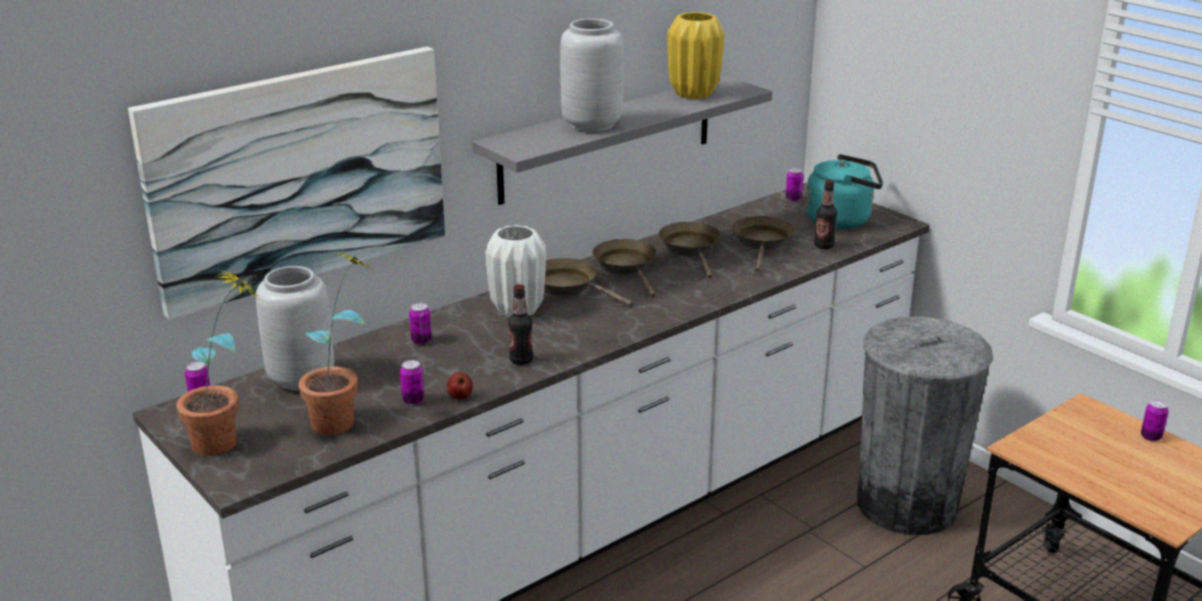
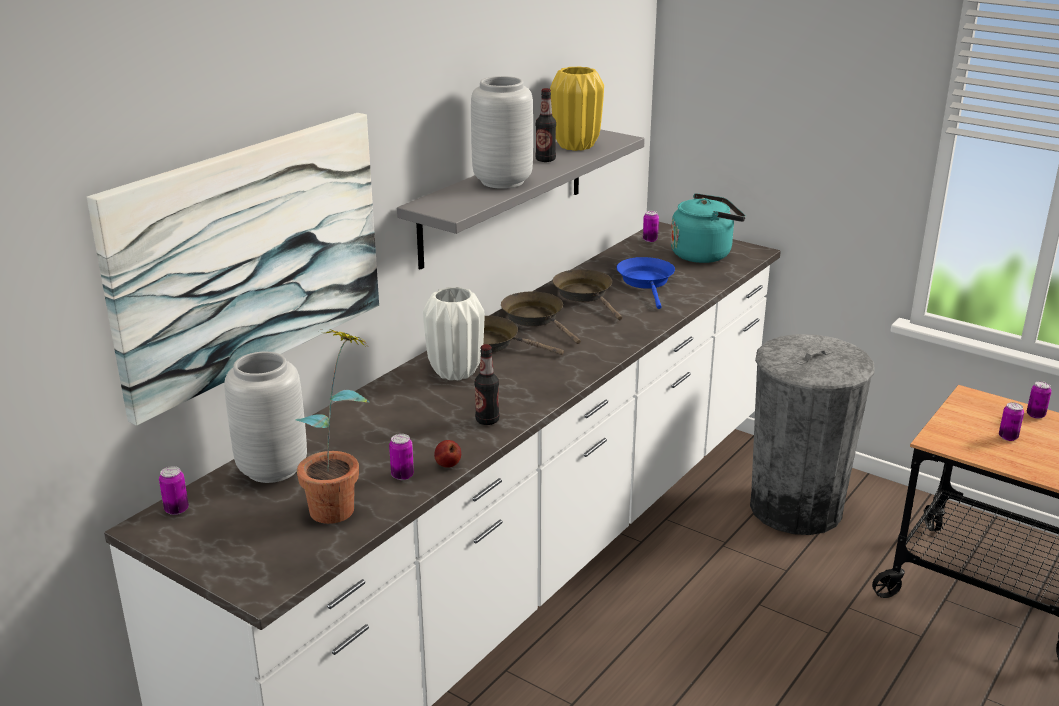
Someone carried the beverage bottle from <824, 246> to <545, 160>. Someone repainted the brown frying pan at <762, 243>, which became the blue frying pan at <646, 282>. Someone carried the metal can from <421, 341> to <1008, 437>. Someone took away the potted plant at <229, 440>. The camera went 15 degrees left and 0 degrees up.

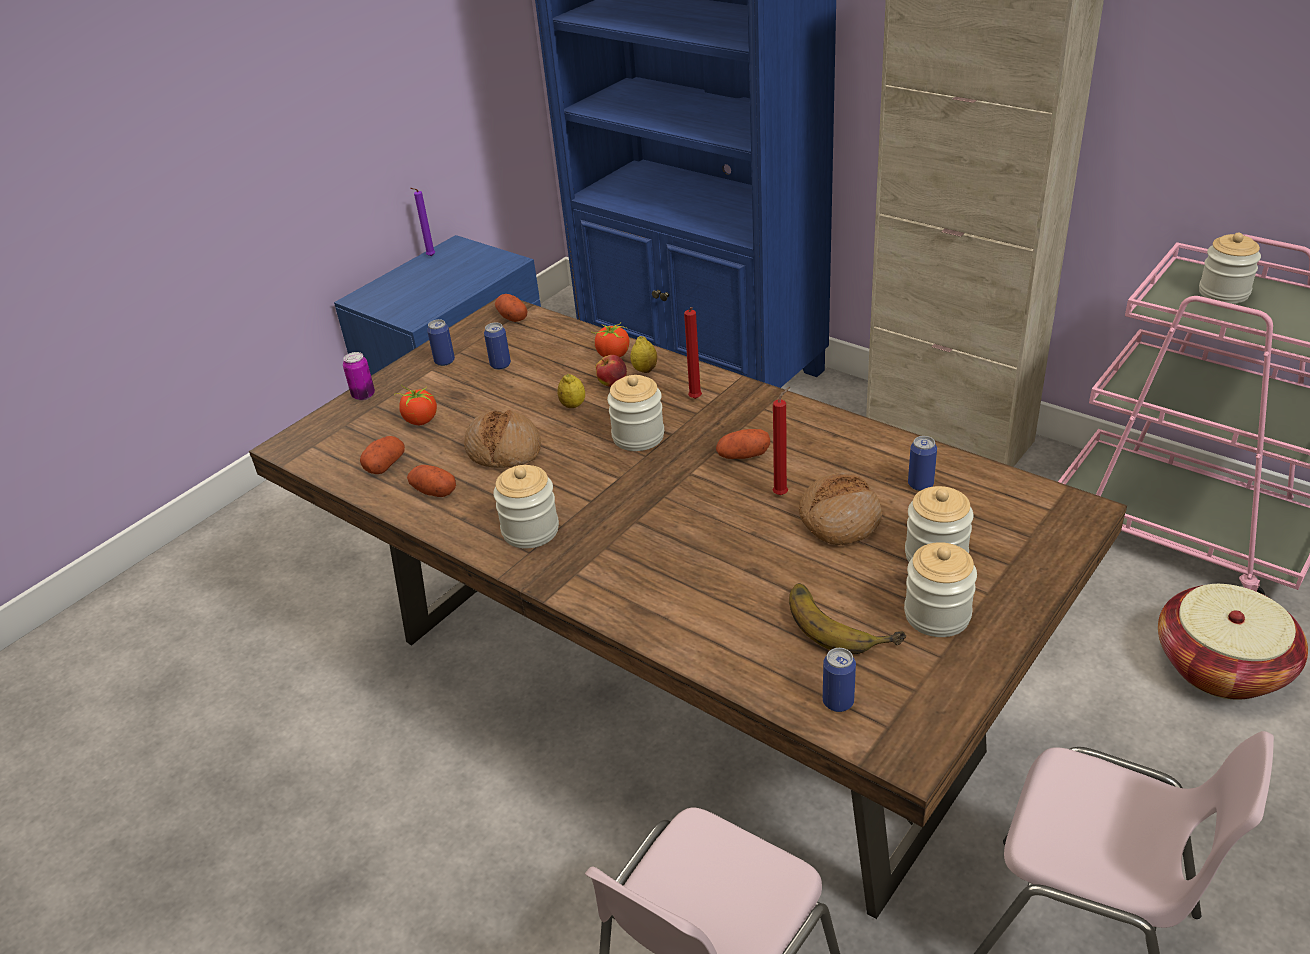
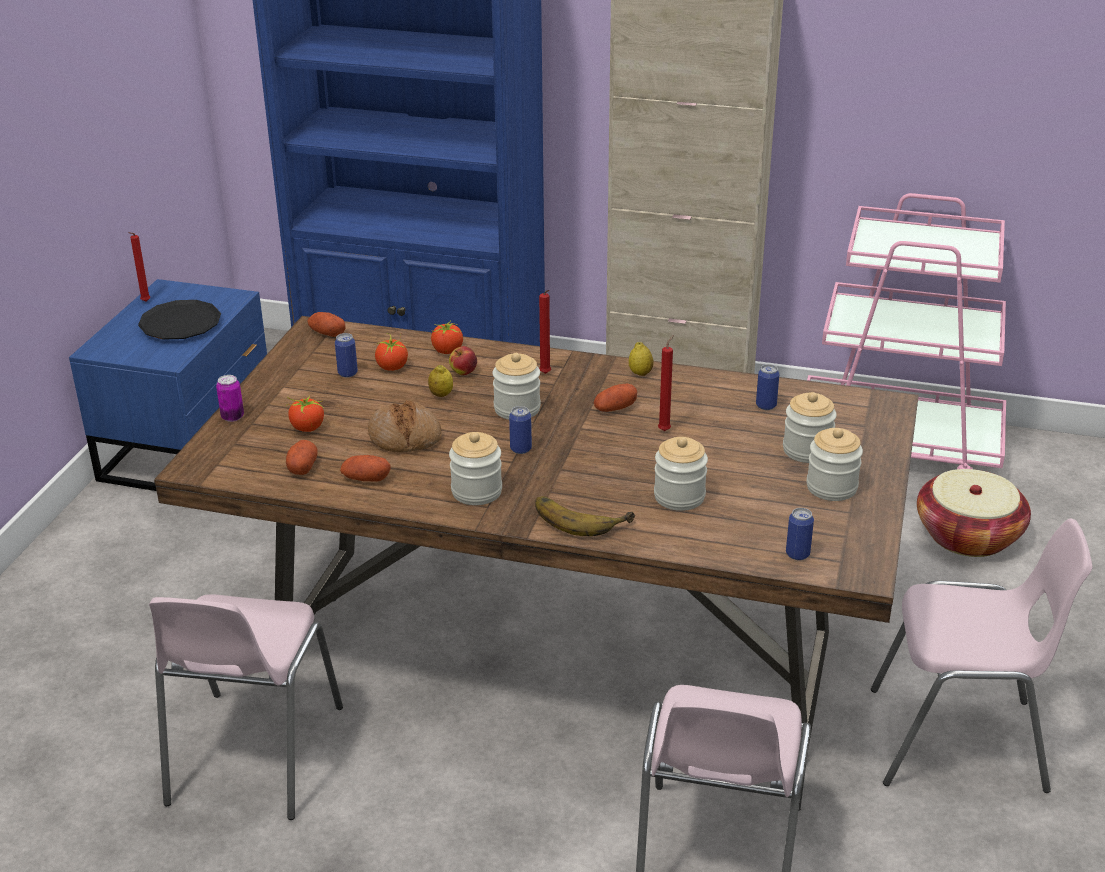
Someone repainted the purplish candle at <430, 257>, which became the reddish candle at <145, 302>. Someone put down the black flat dish at <181, 325>. Someone put down the pinkish chair at <252, 756>. Someone put down the tomato at <392, 367>. Someone carried the metal can from <444, 361> to <521, 449>. Someone carried the banana fruit from <841, 620> to <581, 516>. Someone carried the whole lemon from <645, 370> to <640, 373>. Someone carried the preserve jar from <1223, 293> to <679, 497>. Someone took away the bread at <839, 519>. The camera went 25 degrees left and 5 degrees down.

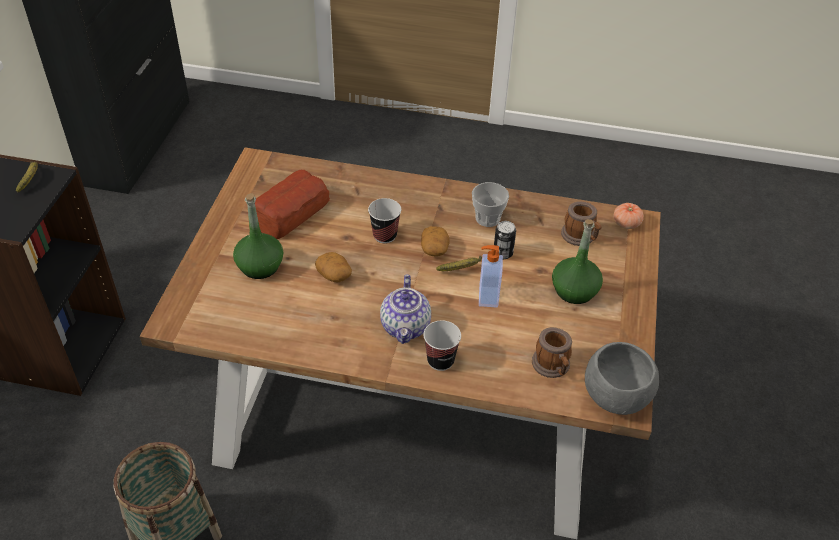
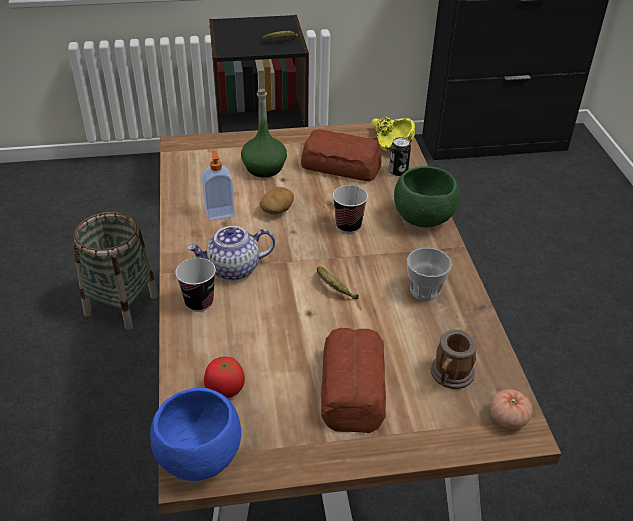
Someone repainted the greyish deep dish at <615, 397>, which became the blue deep dish at <199, 457>. Someone carried the soap dispenser from <487, 297> to <219, 212>. Someone swapped the mug at <552, 367> for the tomato at <225, 390>. Someone swapped the green-coloured beverage bottle at <574, 290> for the bread at <353, 387>. Someone put down the yellow deep dish at <388, 142>. Someone carried the metal can from <502, 253> to <398, 171>. Someone put down the green-coloured deep dish at <423, 219>. Someone took away the spud at <434, 249>. The camera went 70 degrees right and 5 degrees down.

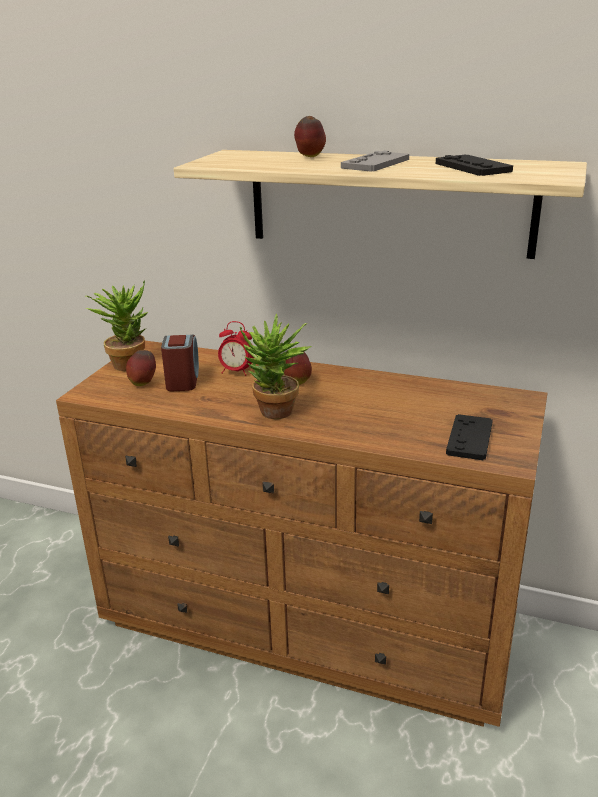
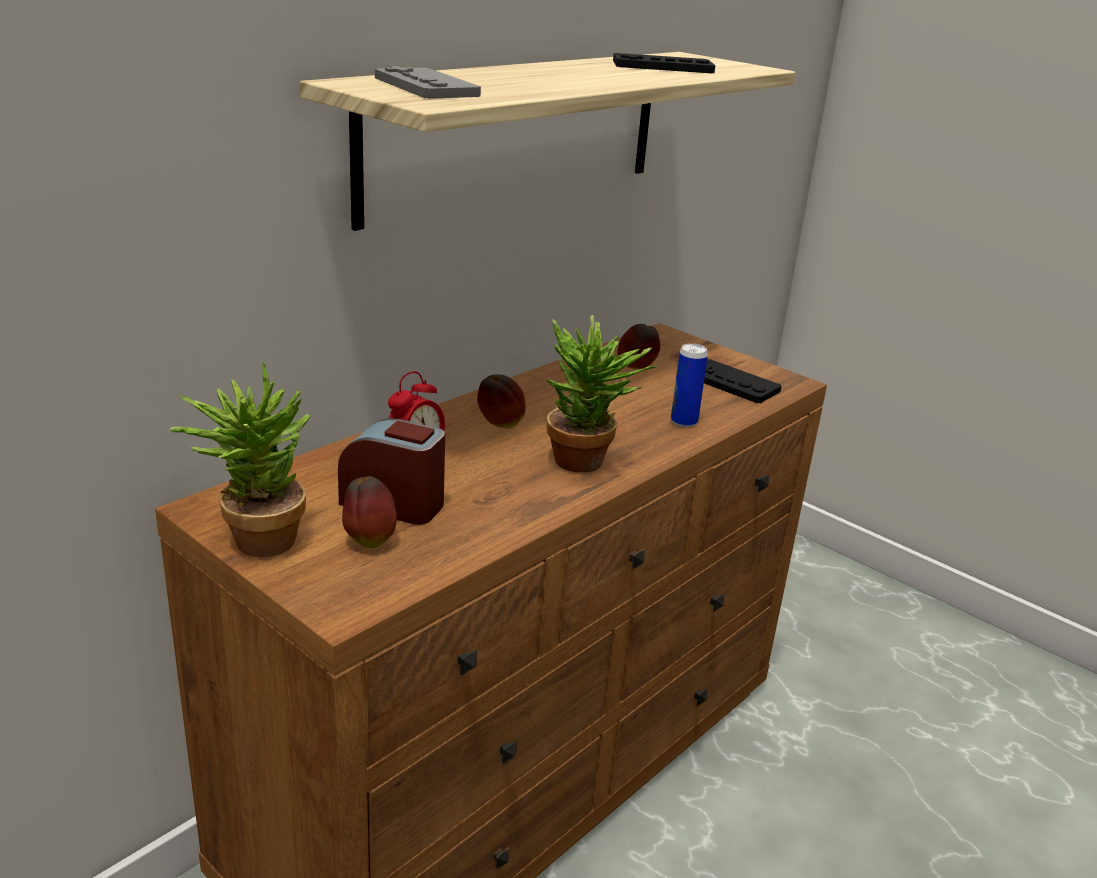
Someone carried the greyish gamepad from <375, 163> to <426, 87>. Someone carried the apple fruit from <310, 157> to <637, 369>. Someone put down the metal can at <684, 422>. The camera went 70 degrees left and 0 degrees up.

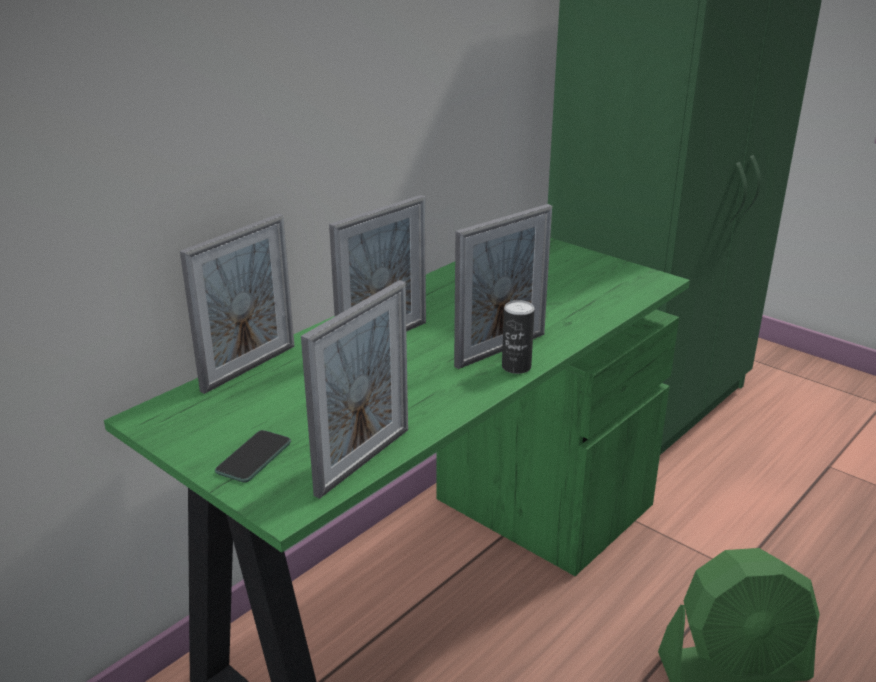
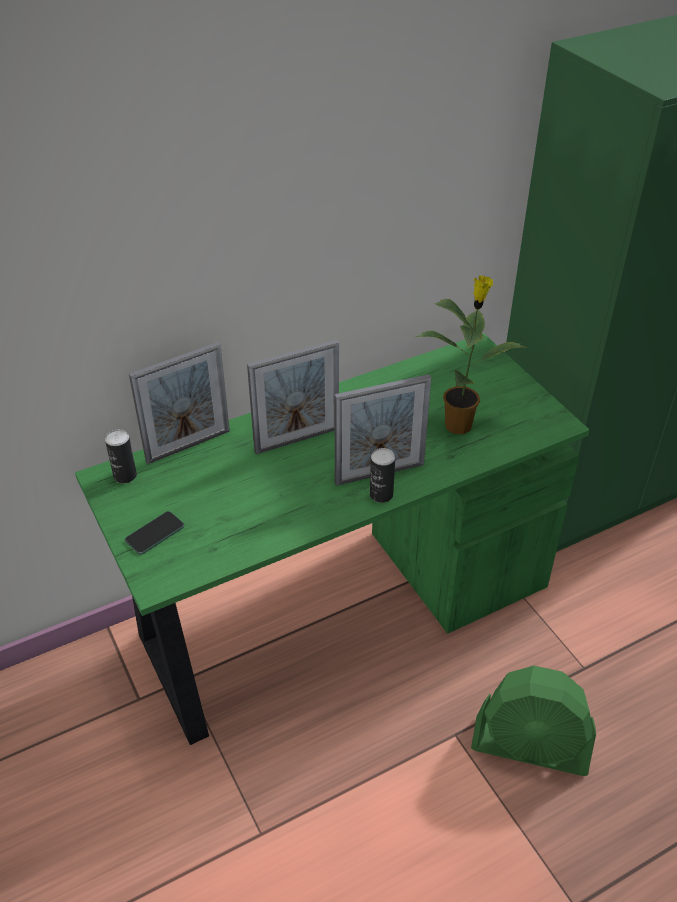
Someone put down the metal can at <125, 475>. Someone put down the potted plant at <459, 424>. Someone took away the standing frame at <363, 461>. The camera went 20 degrees right and 15 degrees up.

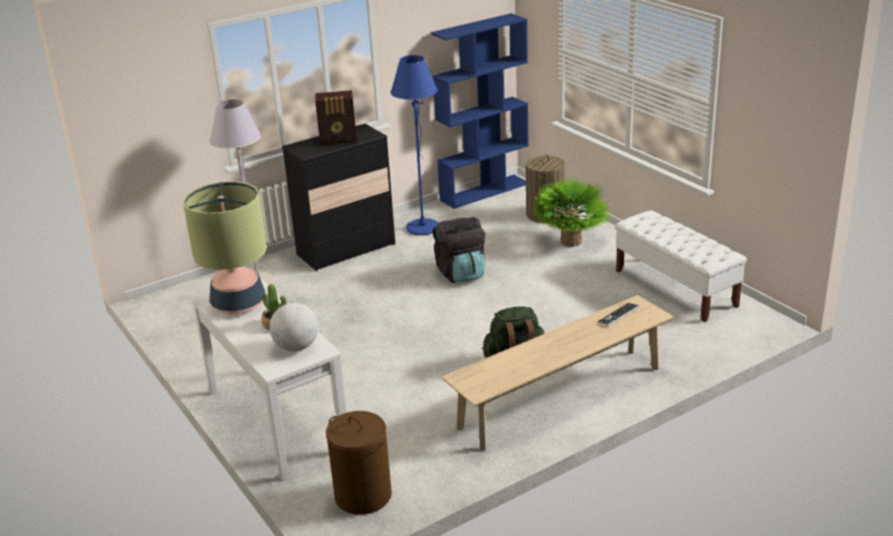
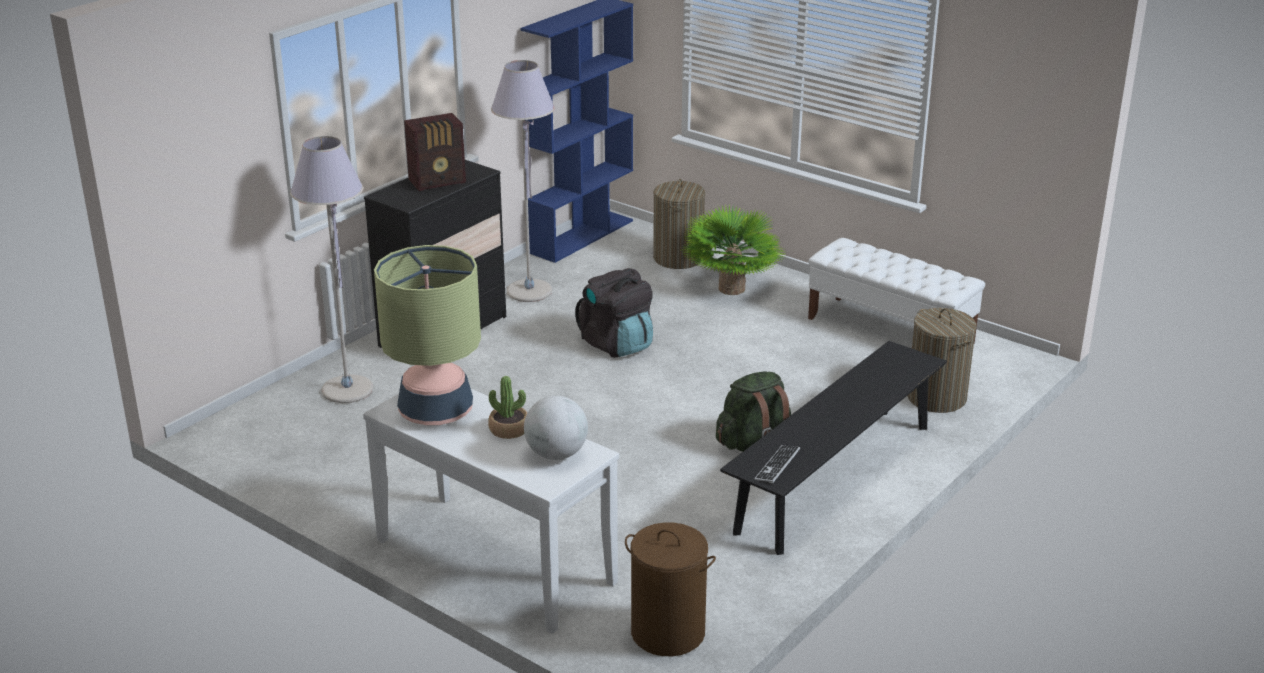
Someone repainted the blue floor lamp at <423, 228>, which became the greyish floor lamp at <529, 292>. Someone repainted the beige-coloured indoor bench at <561, 397>, which became the black indoor bench at <835, 478>. Someone carried the keyboard from <618, 315> to <777, 465>. Someone put down the laundry basket at <936, 397>. The camera went 20 degrees left and 0 degrees up.

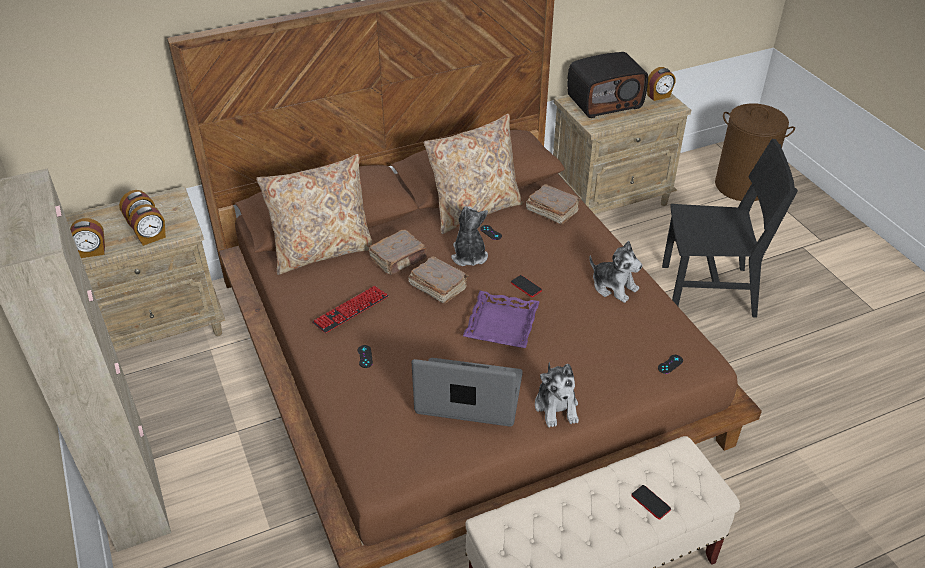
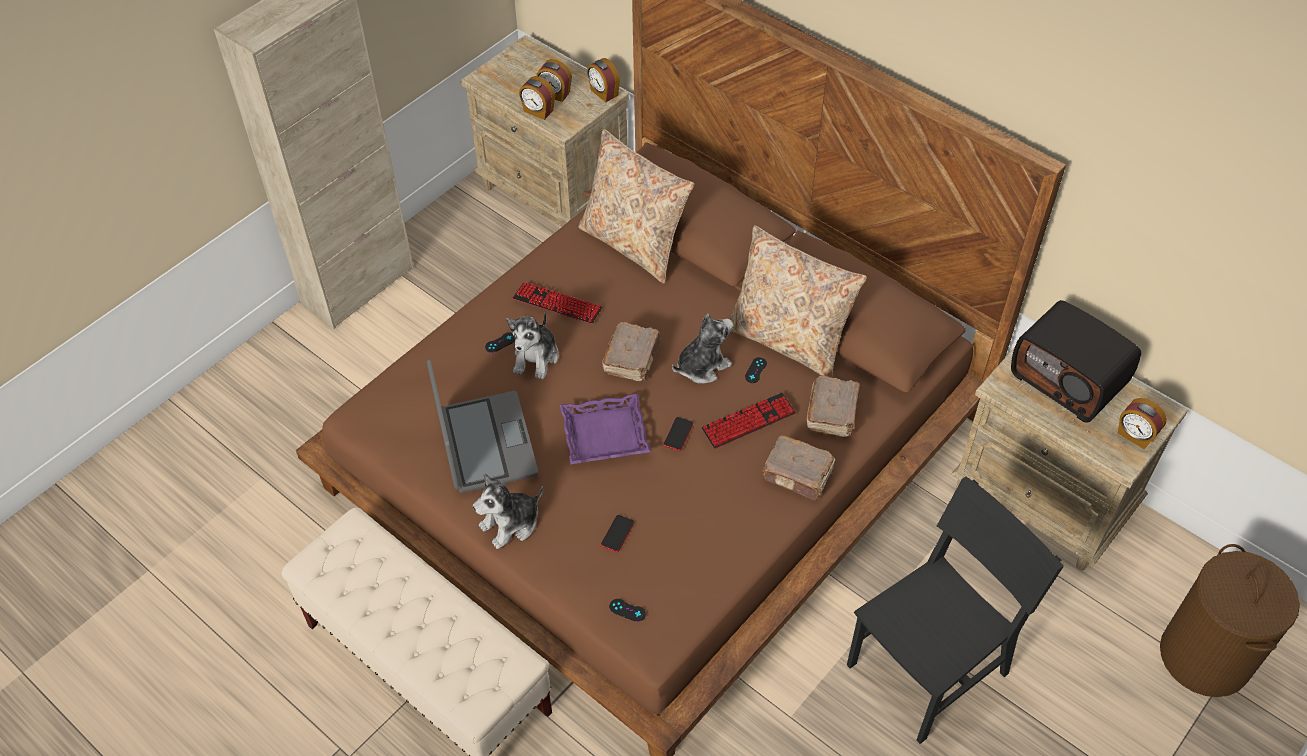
Someone carried the cuddly toy from <614, 287> to <536, 357>. Someone carried the alarm clock from <92, 252> to <603, 93>. Someone carried the handset from <650, 502> to <617, 534>. Someone put down the keyboard at <748, 421>. Someone carried the brown volume from <399, 259> to <798, 475>. Someone rotated the black chair at <708, 290> by 105 degrees counterclockwise. The camera went 65 degrees right and 10 degrees up.

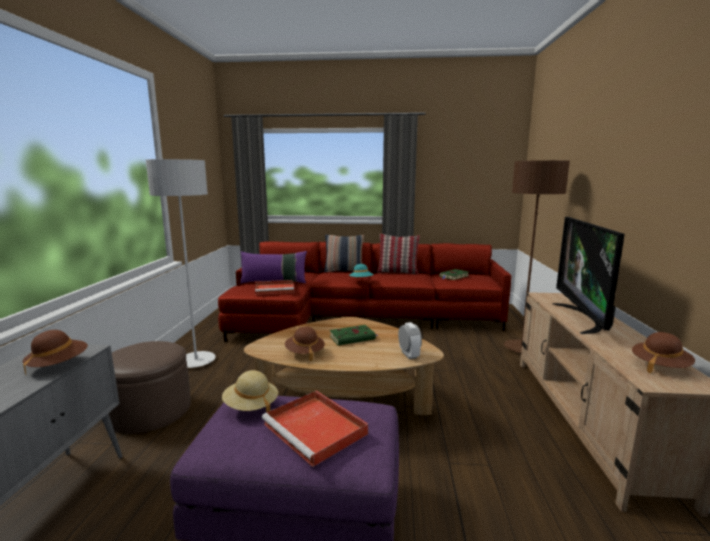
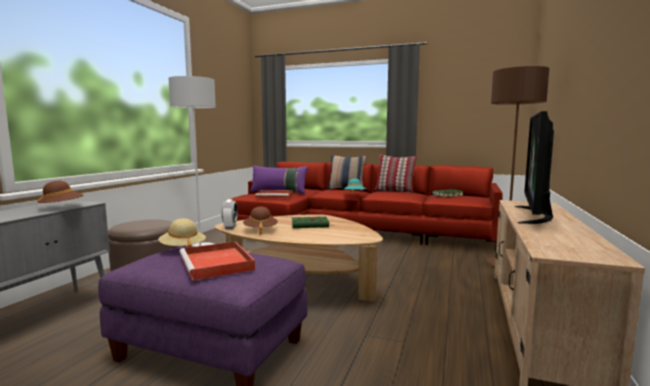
Someone carried the alarm clock from <409, 355> to <230, 227>. Someone took away the brown clothing hat at <659, 366>. The camera went 15 degrees right and 5 degrees down.

